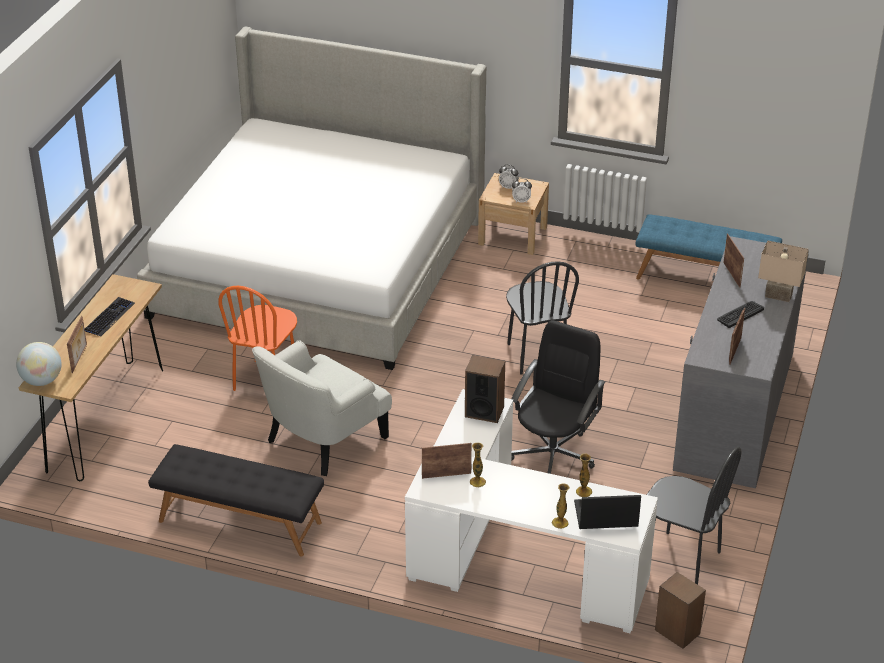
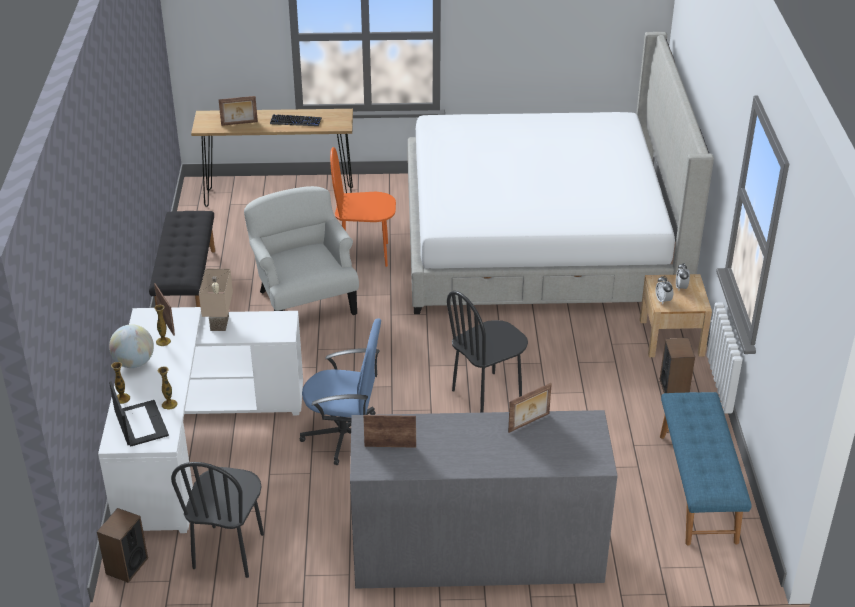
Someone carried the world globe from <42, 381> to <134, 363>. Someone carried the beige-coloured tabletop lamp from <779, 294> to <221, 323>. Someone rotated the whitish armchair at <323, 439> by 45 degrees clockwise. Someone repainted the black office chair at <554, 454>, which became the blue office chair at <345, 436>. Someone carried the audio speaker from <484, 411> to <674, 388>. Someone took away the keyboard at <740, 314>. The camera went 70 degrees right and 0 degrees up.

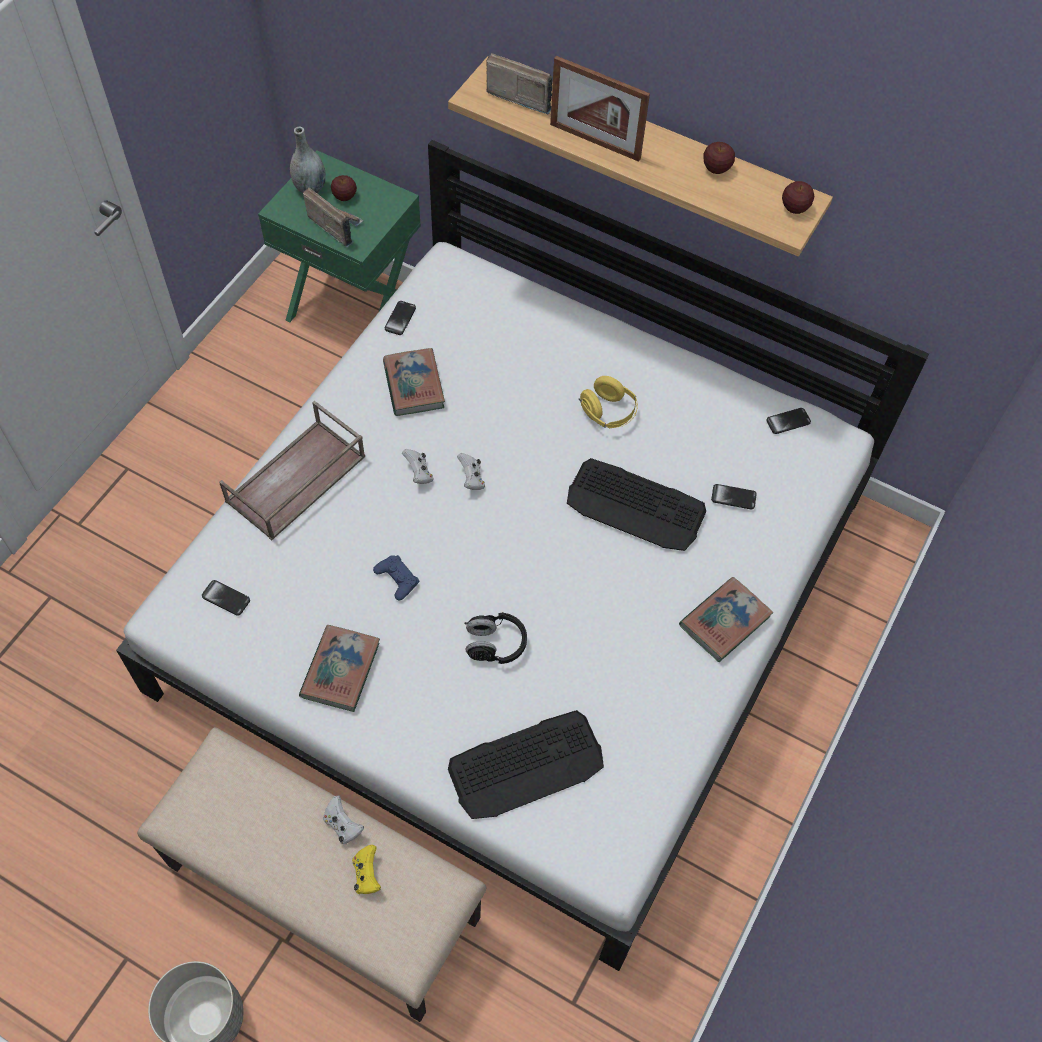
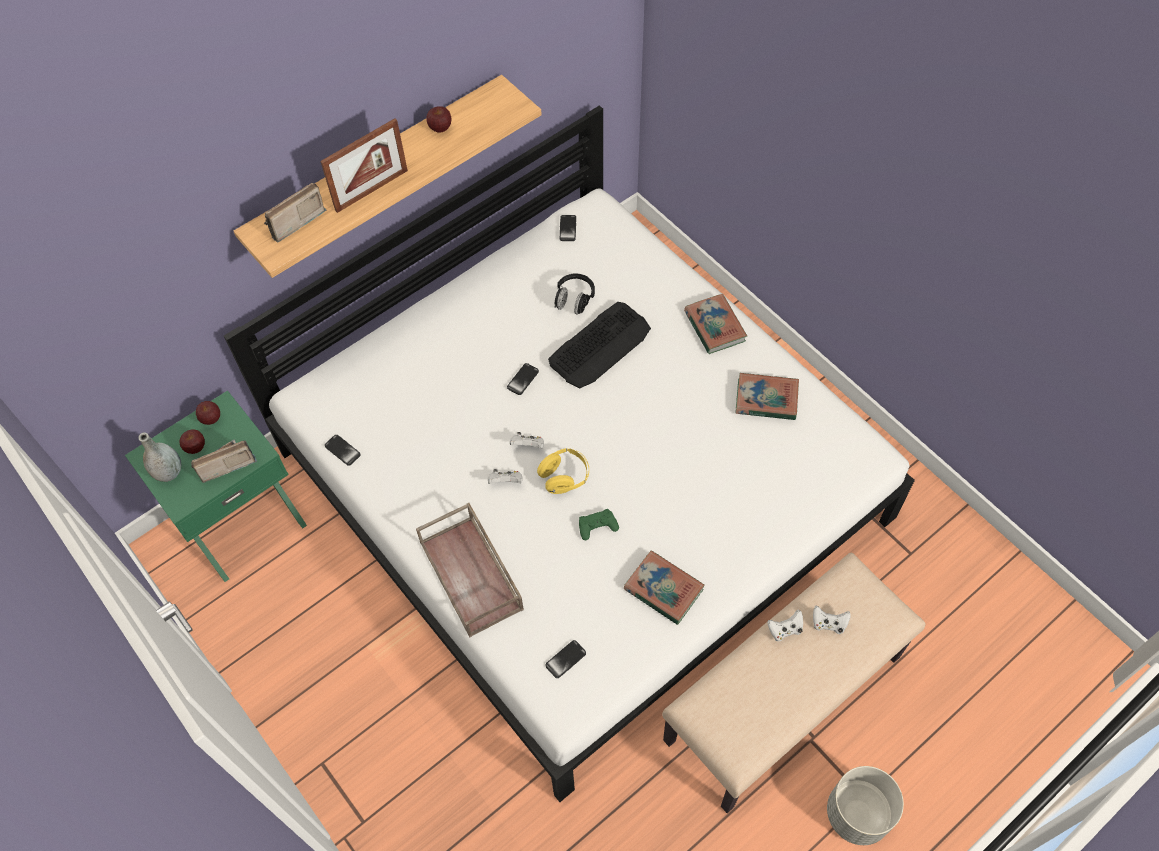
Someone carried the apple fruit from <795, 208> to <211, 418>. Someone carried the handset from <733, 497> to <523, 379>. Someone carried the yellow headphones from <608, 413> to <564, 477>. Someone carried the black headphones from <495, 644> to <574, 299>. Someone repainted the blue gamepad at <397, 579>, which became the green-coloured gamepad at <597, 526>. Someone carried the volume from <413, 385> to <766, 399>. Someone repainted the yellow gamepad at <367, 875>, which became the whitish gamepad at <828, 624>. Someone took away the keyboard at <527, 765>. The camera went 65 degrees left and 0 degrees up.

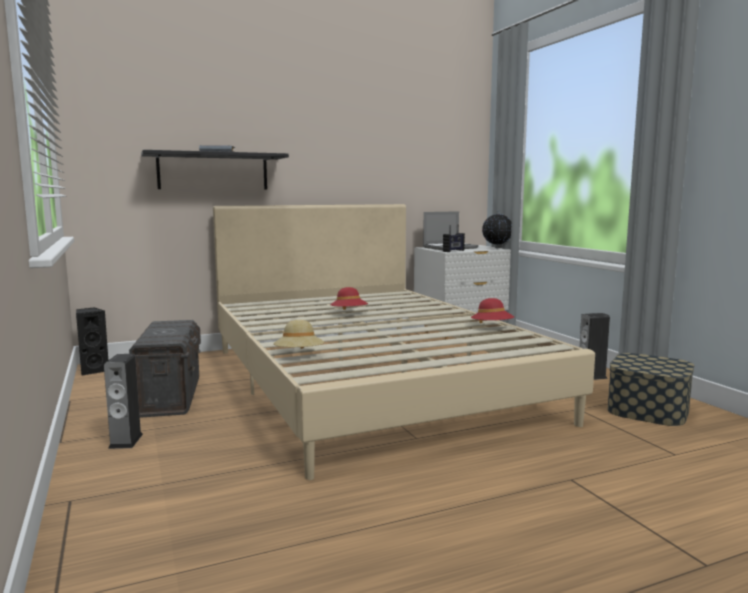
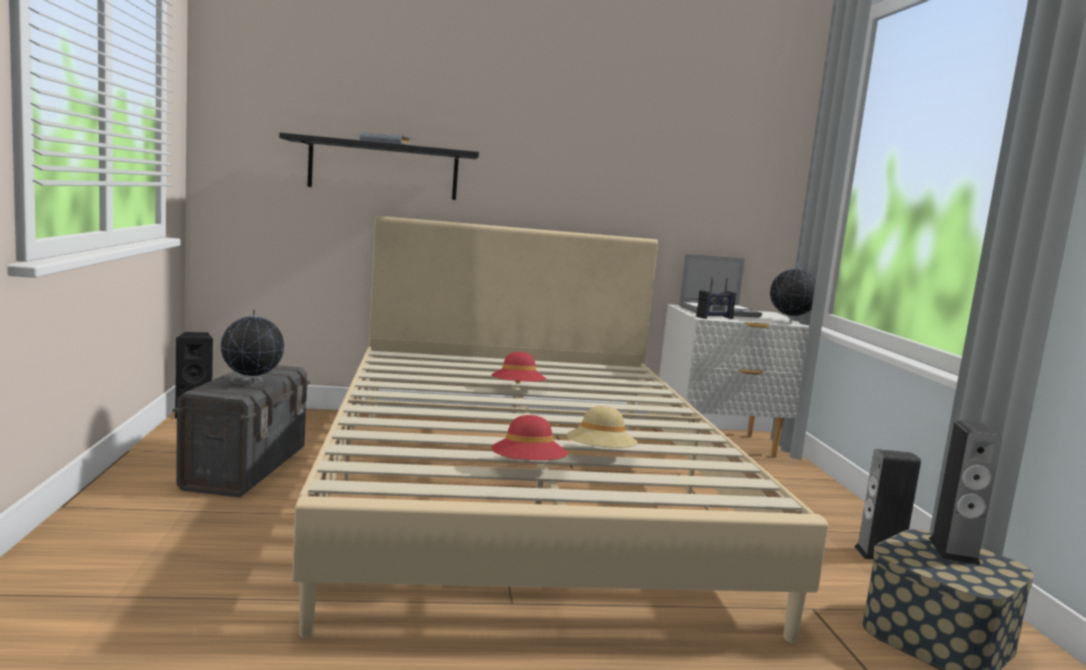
Someone put down the world globe at <251, 383>. Someone carried the reddish clothing hat from <492, 327> to <528, 469>. Someone carried the beige-coloured clothing hat from <299, 355> to <600, 456>. Someone carried the audio speaker from <126, 441> to <953, 551>. The camera went 15 degrees right and 0 degrees up.

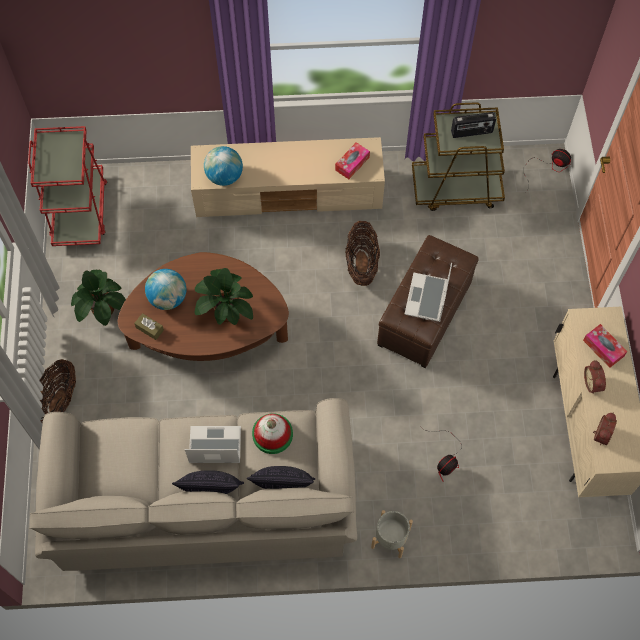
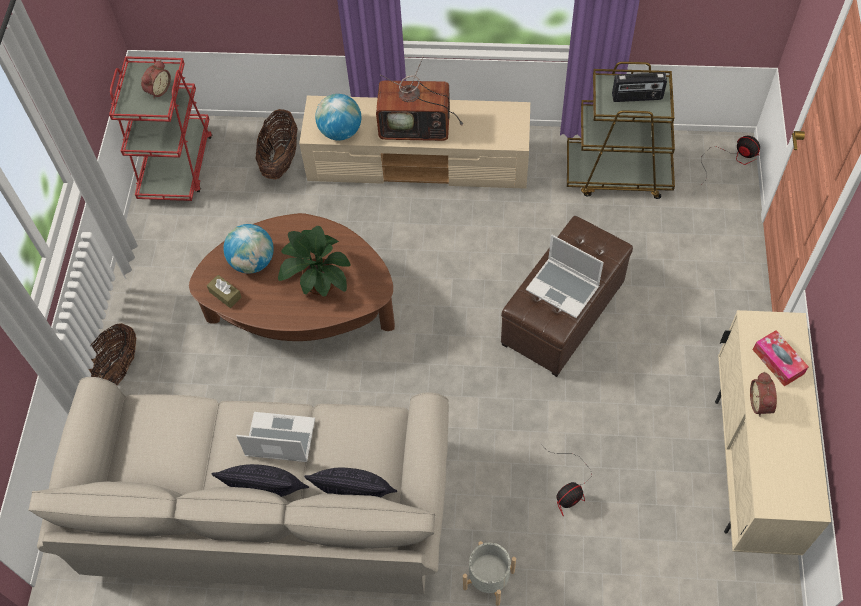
Someone carried the alarm clock from <600, 434> to <158, 90>. Someone carried the basket from <361, 264> to <280, 159>. Someone put down the TV set at <417, 126>. Someone rotated the laptop at <427, 299> by 75 degrees counterclockwise. Someone took away the potted plant at <103, 310>. Someone took away the clothing hat at <272, 434>. Someone took away the box of tissues at <352, 163>. The camera went 10 degrees right and 5 degrees down.

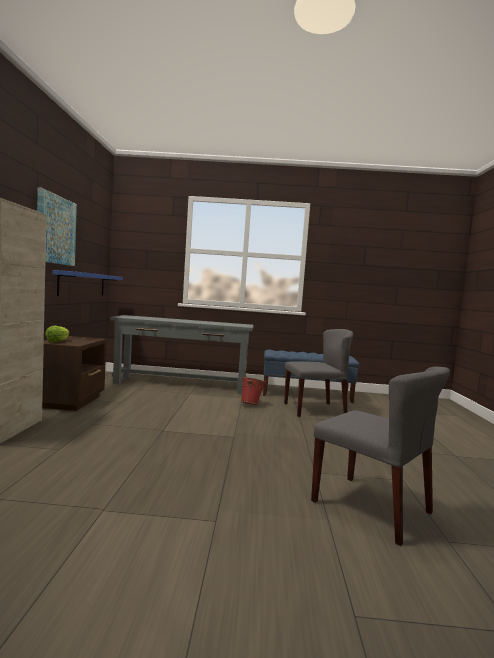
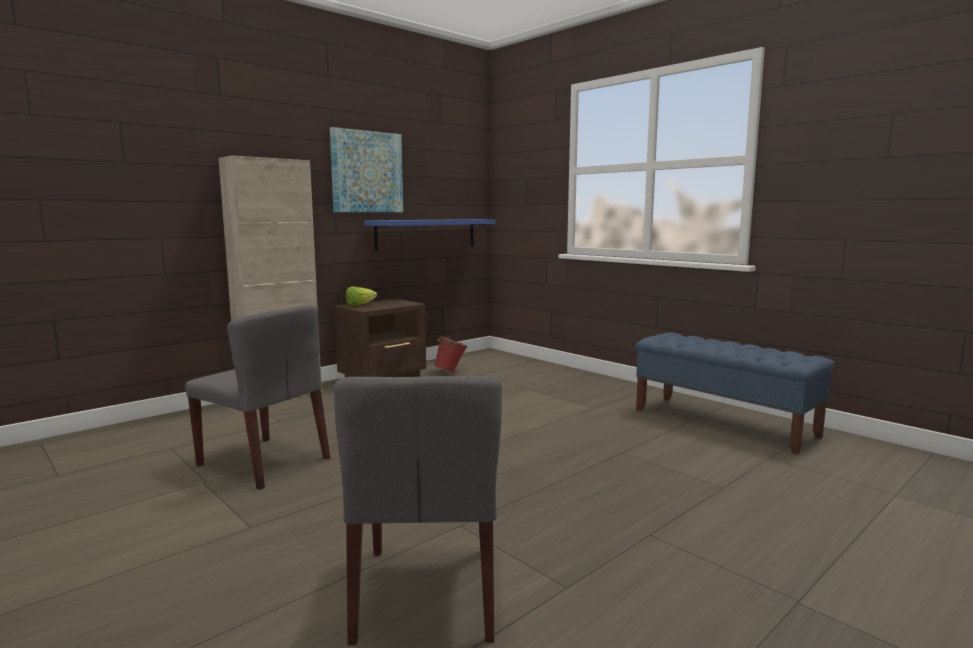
Someone carried the greyish chair from <314, 409> to <265, 462>. Someone carried the reddish bucket from <251, 404> to <451, 371>. Someone took away the greyish narrow table at <181, 385>. The camera went 45 degrees right and 5 degrees up.

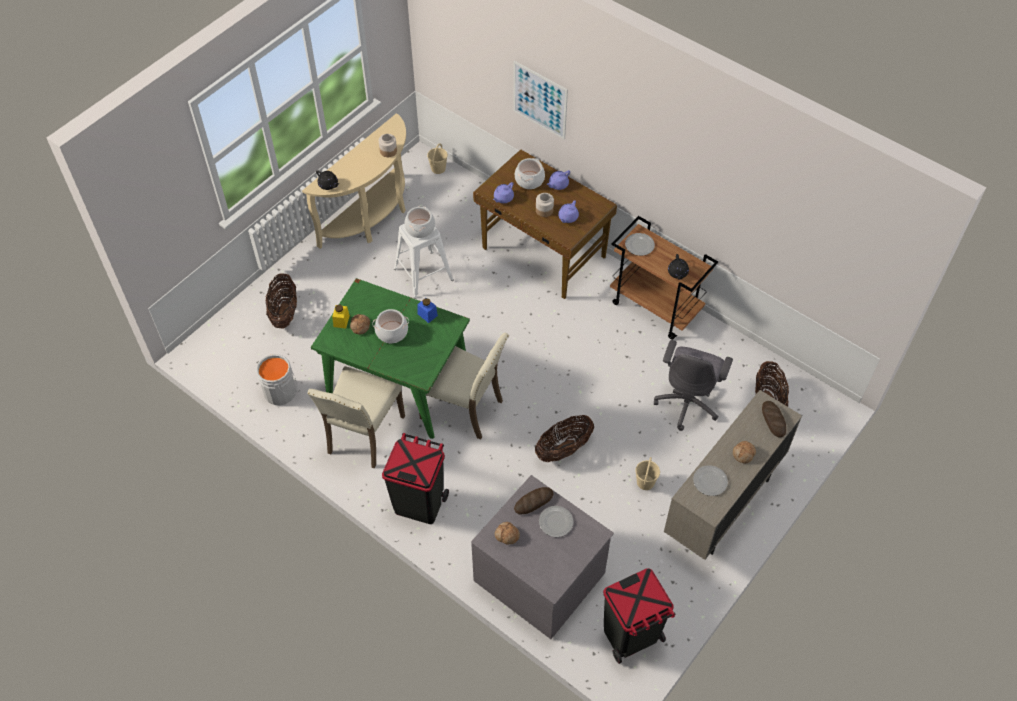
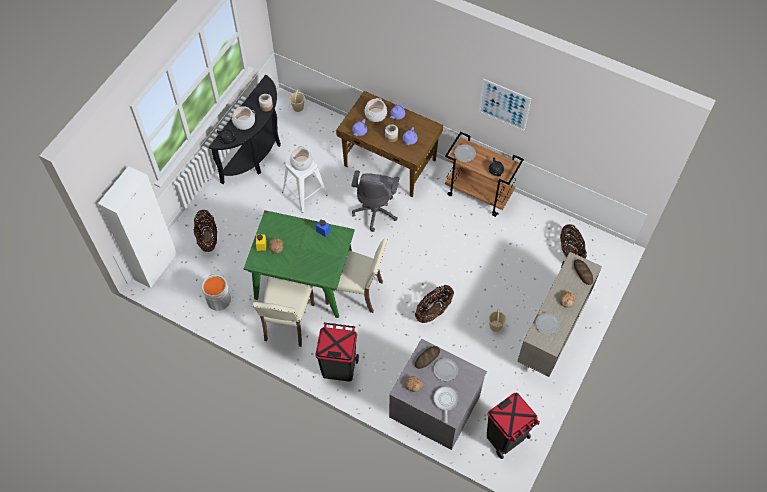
Someone put down the whitish storage cabinet at <155, 266>. Someone repainted the beige-coloured narrow table at <372, 218>, which became the black narrow table at <257, 154>. Someone carried the cooking pot from <391, 332> to <244, 122>. Someone carried the greyish office chair from <687, 402> to <375, 211>. Someone put down the frying pan at <445, 401>. Someone carried the wall picture from <540, 100> to <504, 104>. The camera went 10 degrees left and 5 degrees up.

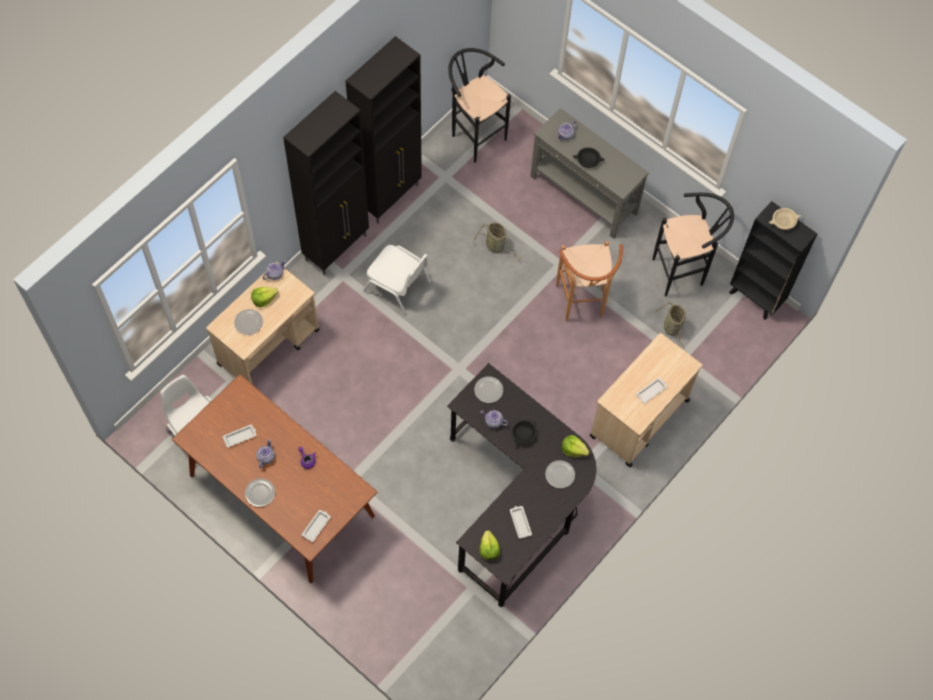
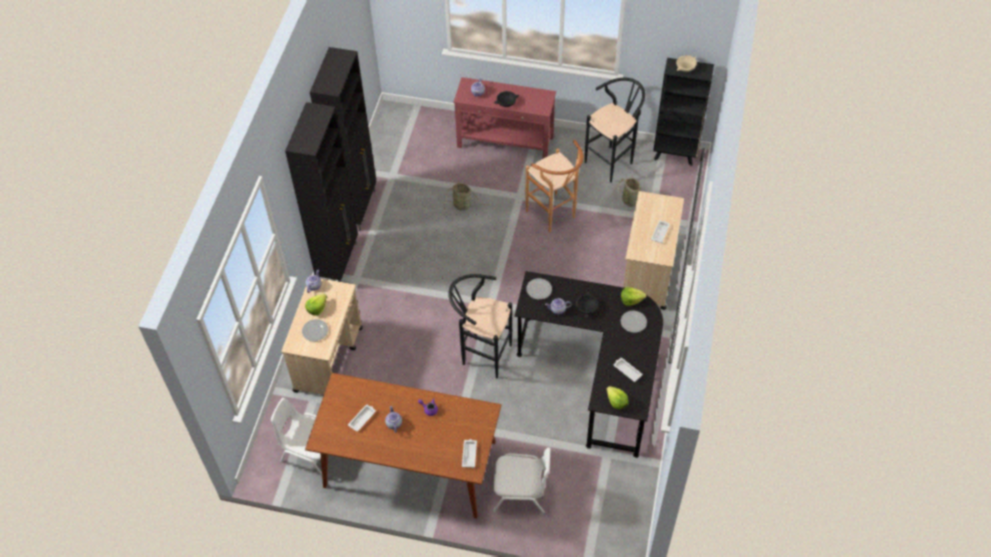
Someone carried the black sitting stool from <474, 135> to <482, 354>. Someone repainted the greyish narrow table at <584, 195>, which became the reddish narrow table at <505, 143>. Someone carried the whitish chair from <398, 286> to <521, 491>. Someone took away the flat dish at <260, 493>. The camera went 25 degrees left and 10 degrees down.

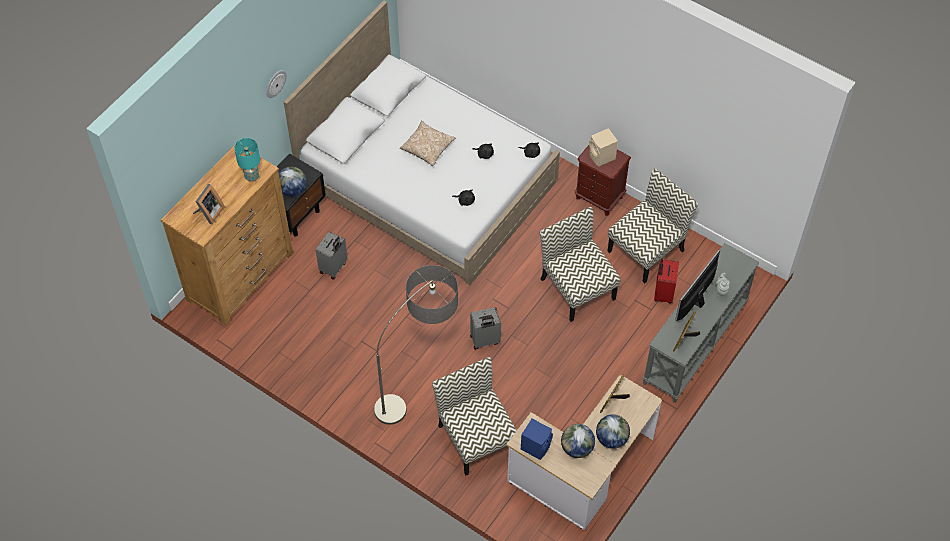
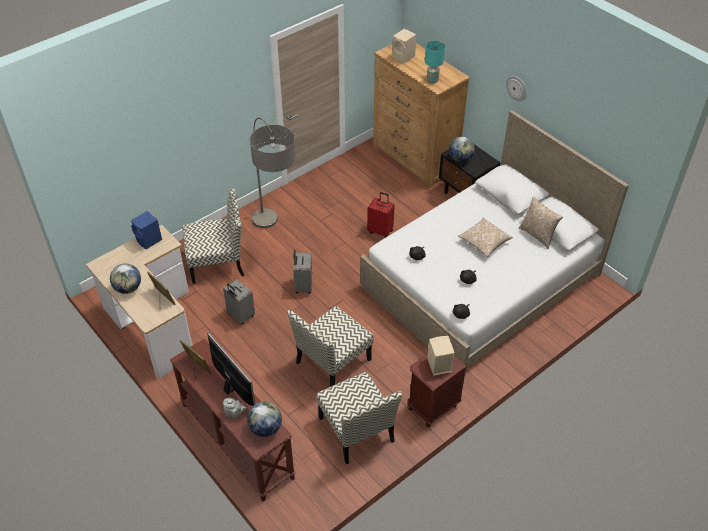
Someone repainted the greyish narrow table at <695, 344>, which became the brown narrow table at <235, 441>. Someone carried the greyish travel case from <334, 268> to <240, 315>. Someone carried the world globe from <577, 448> to <265, 428>. Someone rotated the chair at <576, 288> by 150 degrees clockwise. Someone carried the reddish travel case from <663, 293> to <380, 231>. Someone swapped the standing frame at <209, 213> for the beige-coloured audio speaker at <404, 57>. Someone put down the pillow at <537, 235>. The camera went 105 degrees right and 10 degrees down.

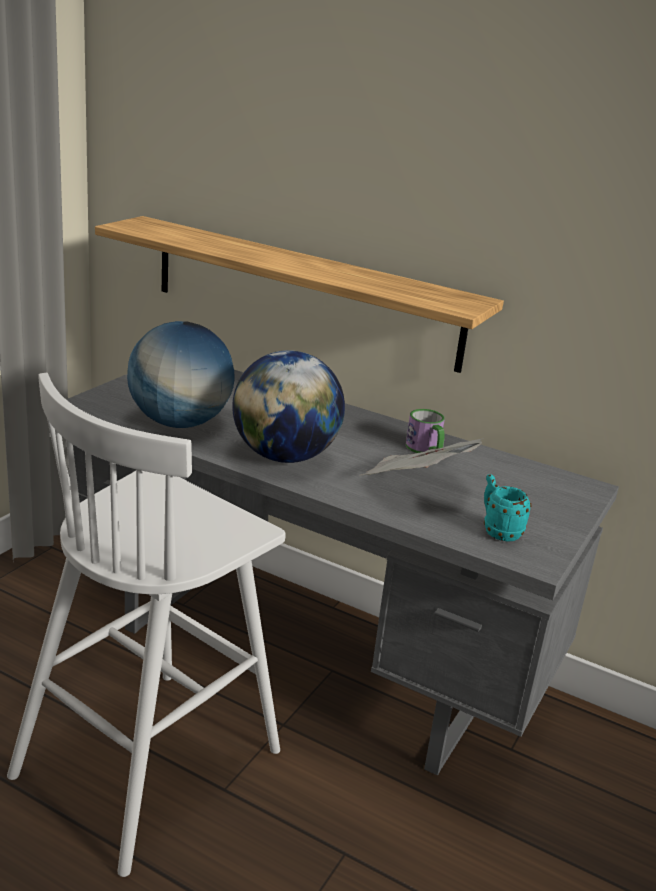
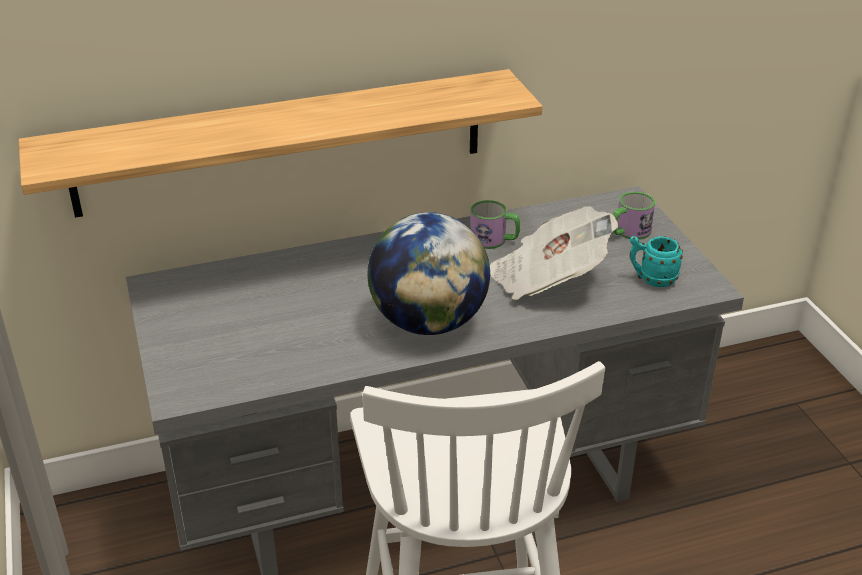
Someone put down the mug at <628, 232>. Someone took away the world globe at <180, 423>. The camera went 45 degrees left and 10 degrees up.

